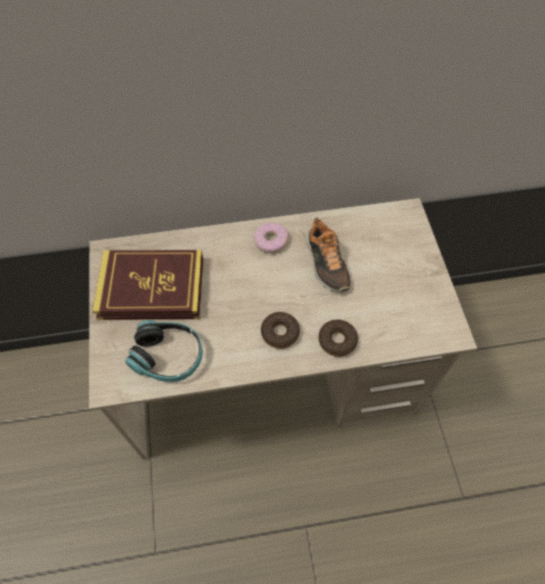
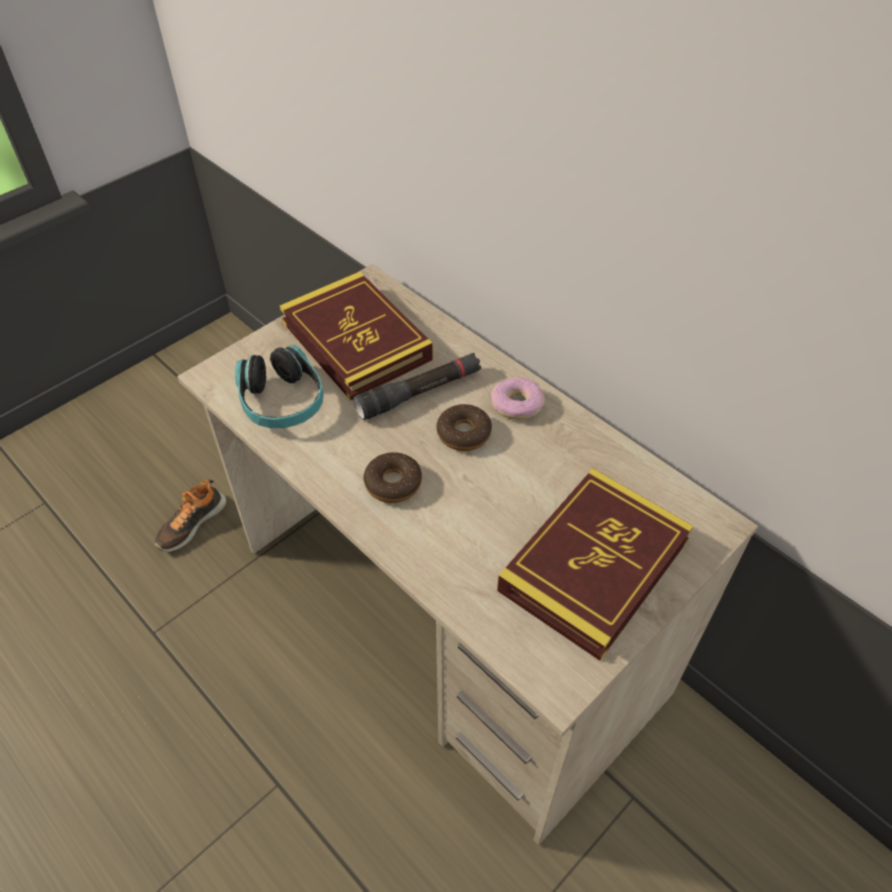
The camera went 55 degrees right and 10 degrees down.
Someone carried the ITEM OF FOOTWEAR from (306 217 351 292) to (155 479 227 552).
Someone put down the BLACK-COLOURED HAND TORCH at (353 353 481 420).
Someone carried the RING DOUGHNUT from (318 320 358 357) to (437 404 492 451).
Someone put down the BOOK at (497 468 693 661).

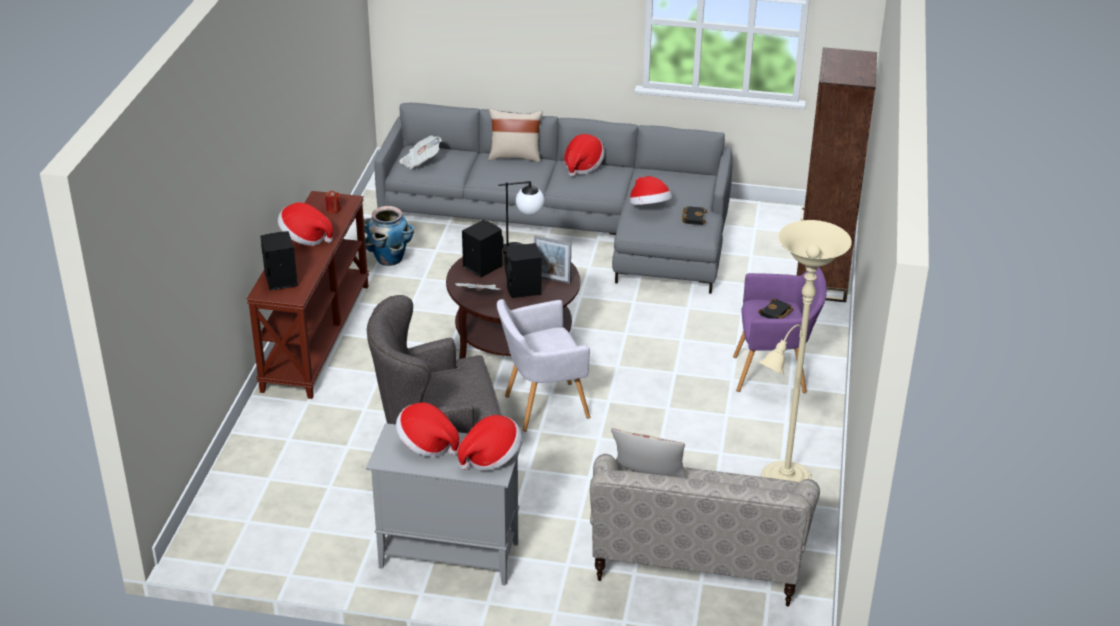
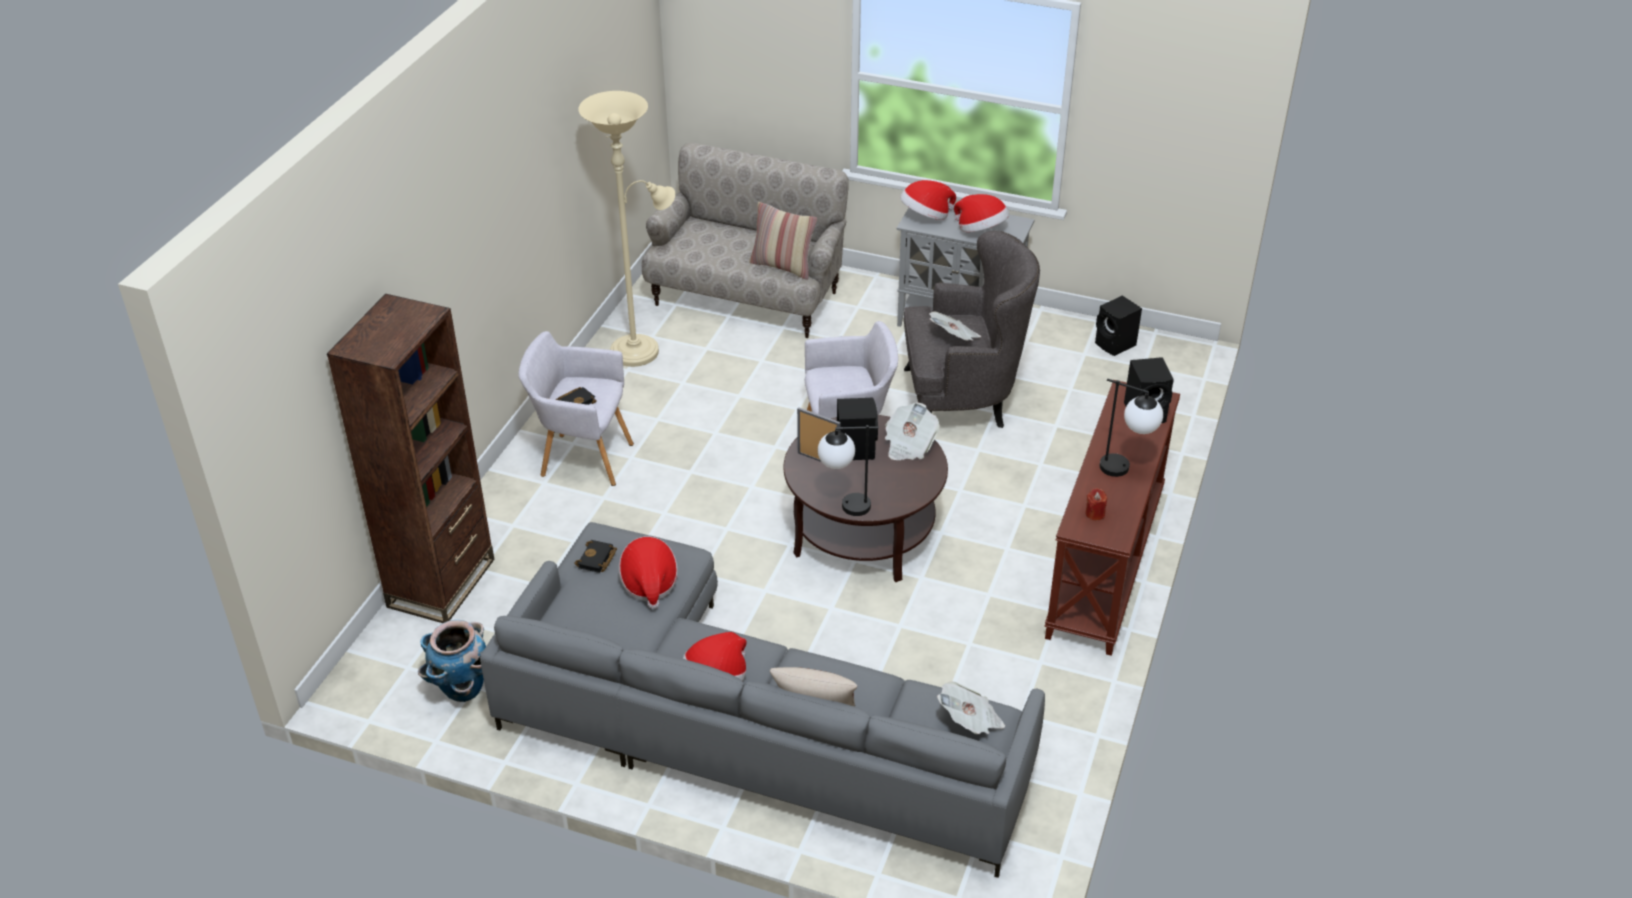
The camera went 170 degrees left and 5 degrees up.
Someone carried the FLOWER POT from (364 206 414 266) to (418 620 486 702).
Someone repainted the PURPLE-COLOURED LOUNGE CHAIR at (733 267 827 393), which became the GREYISH LOUNGE CHAIR at (519 331 634 486).
Someone put down the DAILY PAPER at (929 312 981 341).
Someone carried the BLACK-COLOURED LOUDSPEAKER from (462 220 504 277) to (1095 296 1142 356).
Someone swapped the HAT at (278 203 333 246) for the TABLE LAMP at (1100 378 1163 477).

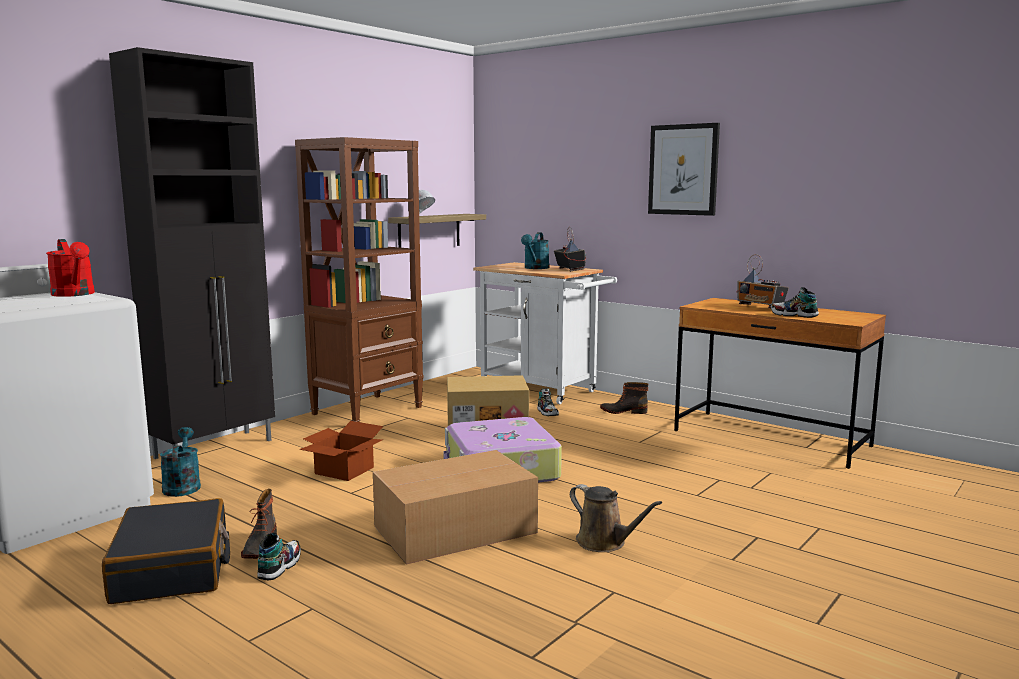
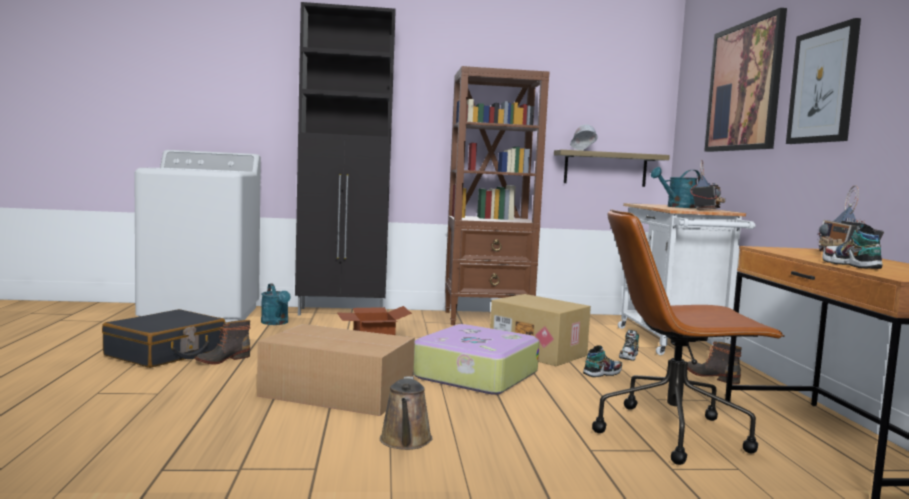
The camera went 45 degrees right and 5 degrees down.
Someone rotated the TURQUOISE WATERING POT at (160 427 201 497) by 120 degrees clockwise.
Someone carried the ITEM OF FOOTWEAR from (257 532 301 580) to (583 345 622 377).
Someone put down the BROWNISH OFFICE CHAIR at (592 209 785 465).
Someone put up the WALL PICTURE at (704 8 787 152).
Someone took away the RED WATERING POT at (46 239 95 297).

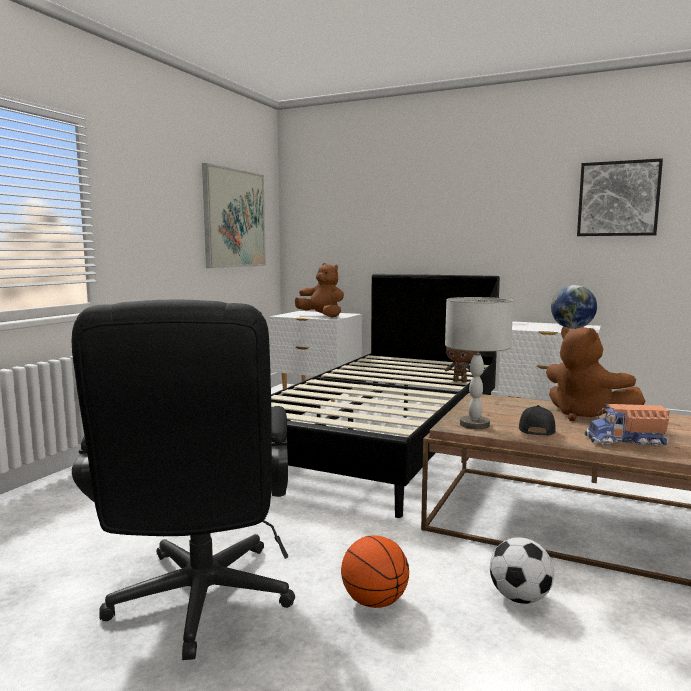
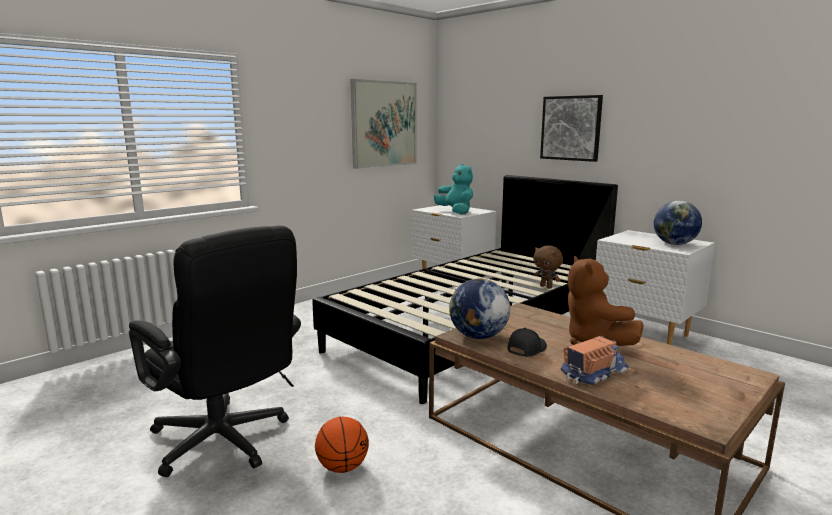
The camera went 20 degrees right and 5 degrees up.
Someone rotated the BLACK-COLOURED OFFICE CHAIR at (72 300 295 660) by 60 degrees counterclockwise.
Someone repainted the BROWNISH SOFT TOY at (295 263 344 317), which became the TURQUOISE SOFT TOY at (434 164 473 215).
Someone swapped the GREYISH TABLE LAMP at (445 297 513 429) for the WORLD GLOBE at (449 279 510 339).
Someone carried the WALL PICTURE from (577 158 663 236) to (540 95 603 162).
Someone rotated the TOY TRUCK at (585 404 670 446) by 120 degrees clockwise.
Someone took away the FOOTBALL at (490 537 554 604).

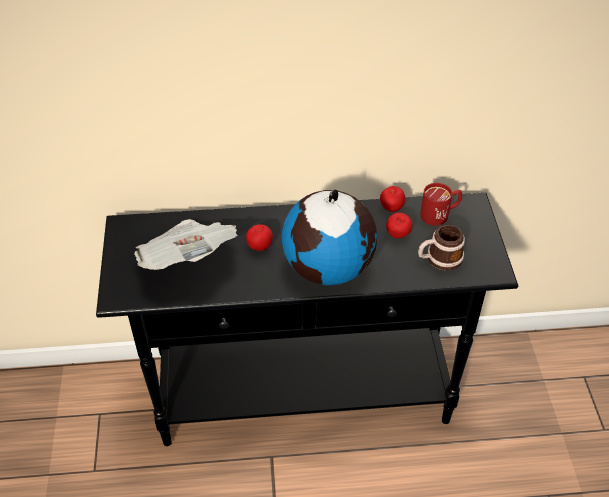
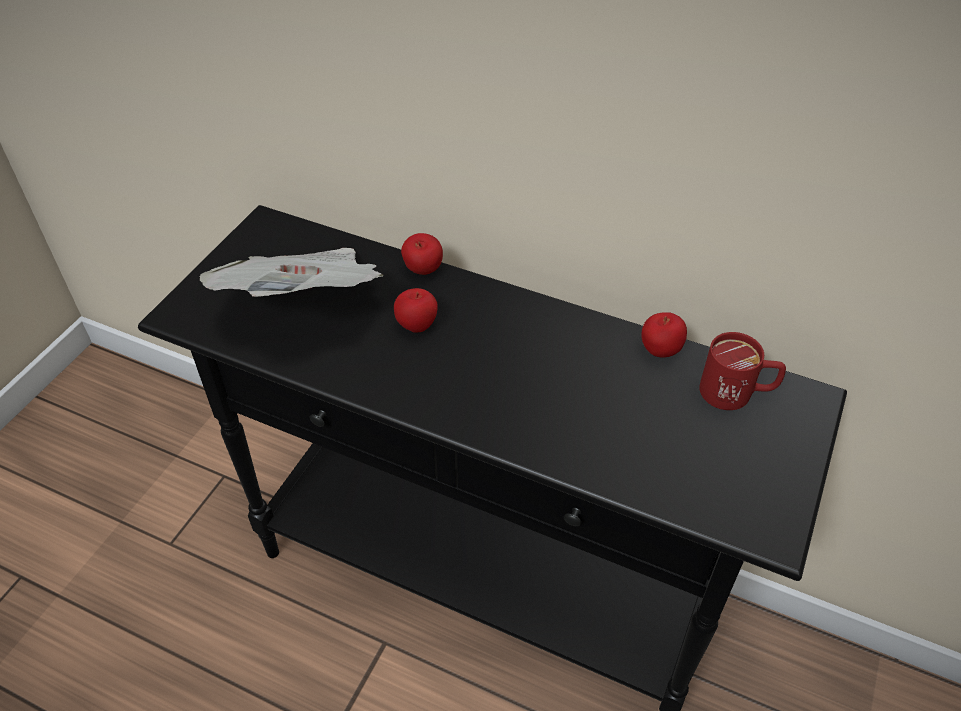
The camera went 30 degrees right and 0 degrees up.
Someone carried the APPLE from (386 212 412 238) to (401 233 443 275).
Someone took away the WORLD GLOBE at (282 189 377 285).
Someone took away the COFFEE MUG at (418 225 465 270).

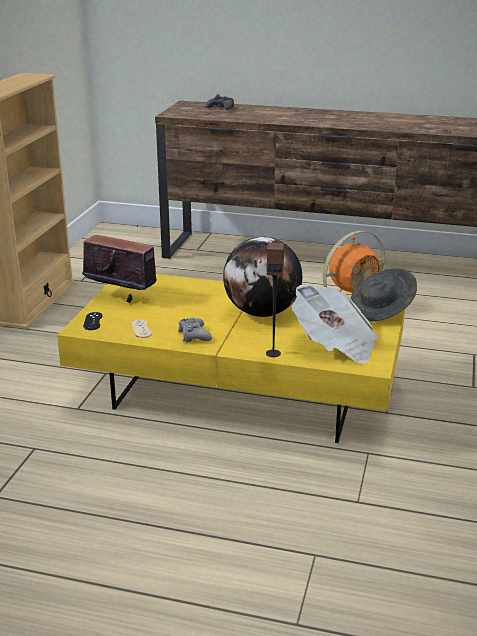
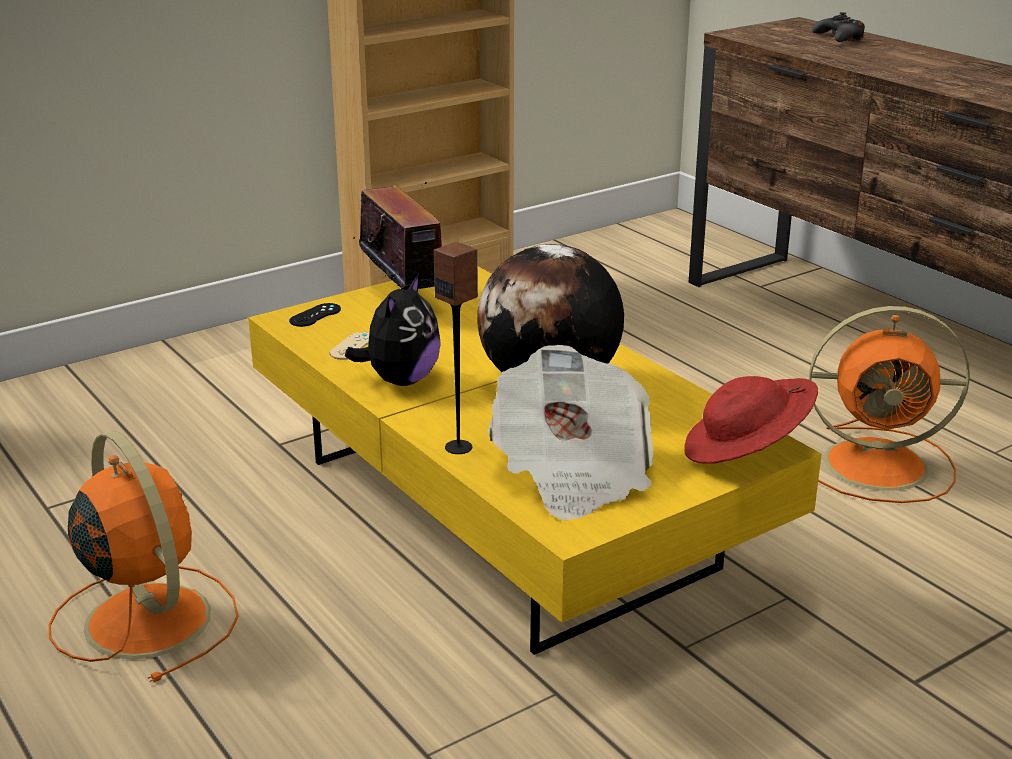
The camera went 40 degrees right and 0 degrees up.
Someone put down the ORANGE-COLOURED FAN at (49 431 239 682).
Someone swapped the GREYISH GAME CONTROLLER at (178 317 212 342) for the SOFT TOY at (345 274 441 386).
Someone repainted the GREYISH HAT at (351 269 417 321), which became the RED HAT at (684 376 818 464).

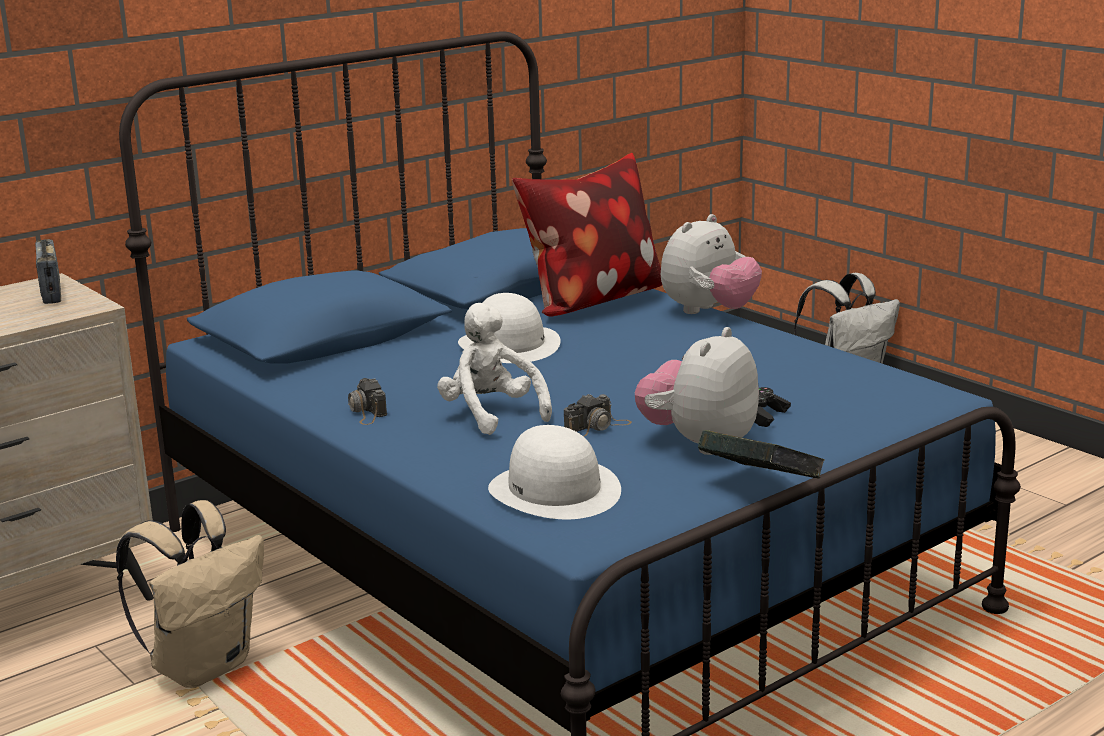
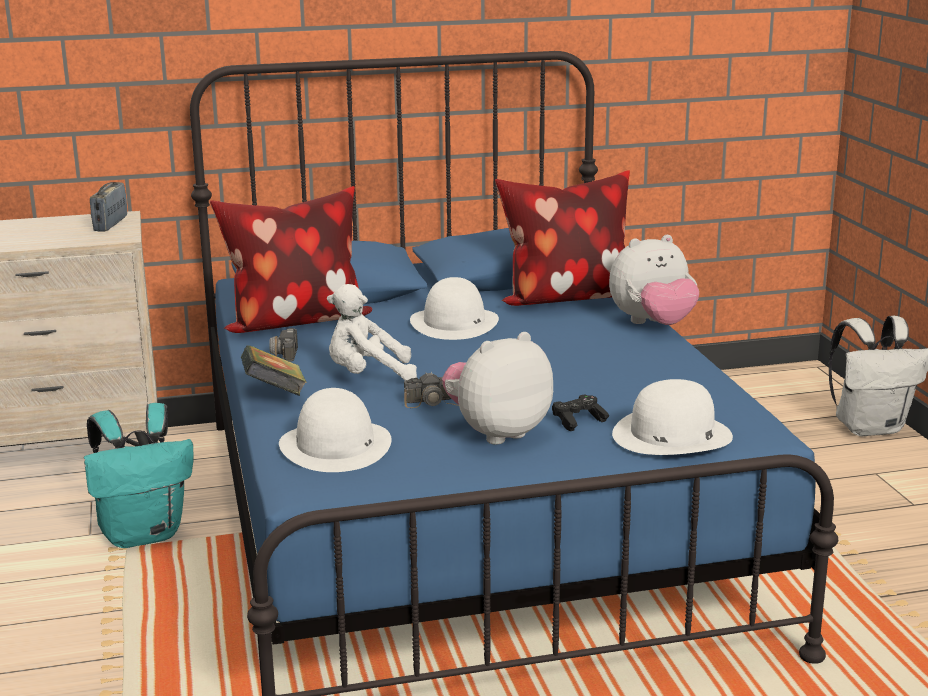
The camera went 25 degrees right and 0 degrees up.
Someone repainted the SAND-COLOURED KNAPSACK at (116 500 264 688), which became the TURQUOISE KNAPSACK at (84 403 193 548).
Someone put down the CUSHION at (210 186 372 333).
Someone carried the BOOK from (698 430 825 479) to (241 345 307 396).
Someone rotated the WHITISH SOFT TOY at (437 303 552 435) by 90 degrees counterclockwise.
Someone put down the WHITISH HAT at (612 379 733 455).

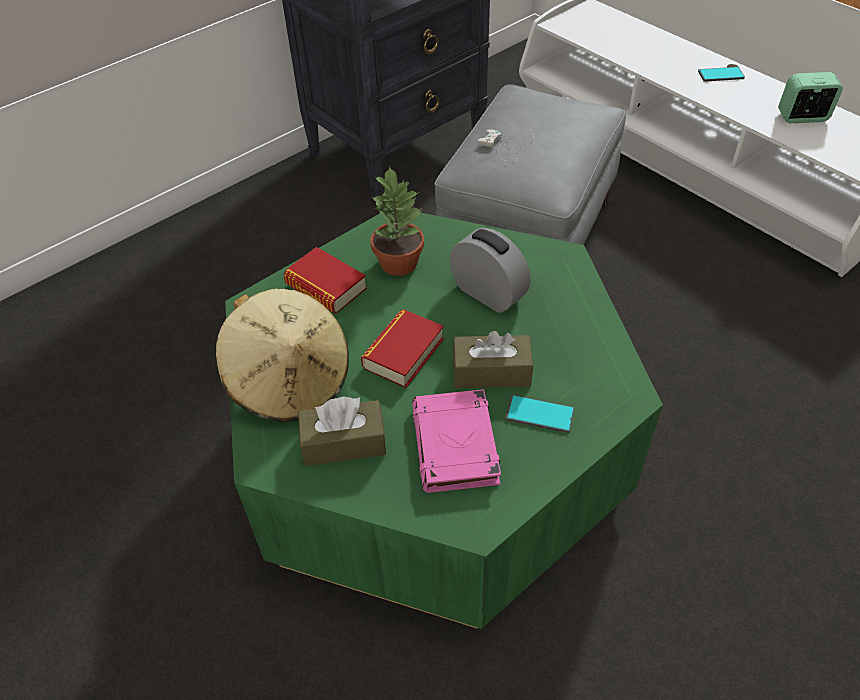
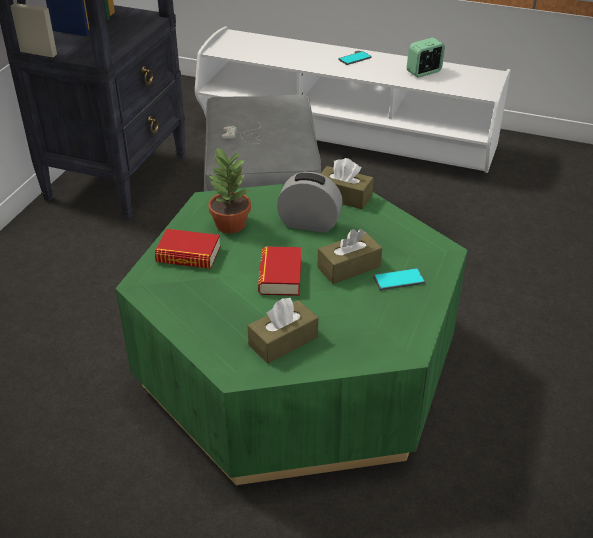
The camera went 30 degrees left and 10 degrees down.
Someone put down the BROWNISH TISSUE BOX at (320 158 374 209).
Someone took away the SAND-COLOURED HAT at (216 288 349 422).
Someone took away the PINK BOOK at (412 389 501 493).

